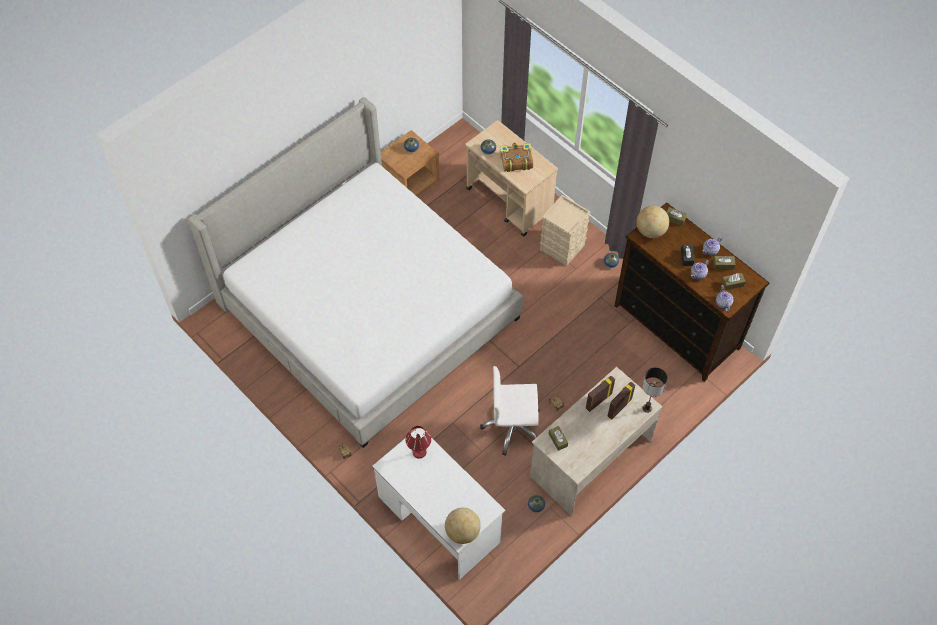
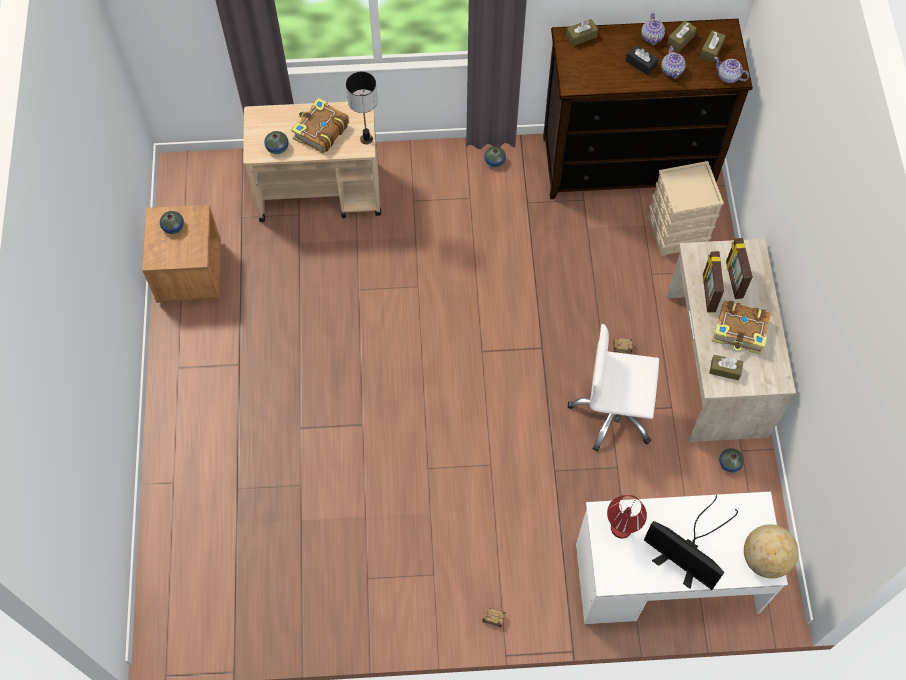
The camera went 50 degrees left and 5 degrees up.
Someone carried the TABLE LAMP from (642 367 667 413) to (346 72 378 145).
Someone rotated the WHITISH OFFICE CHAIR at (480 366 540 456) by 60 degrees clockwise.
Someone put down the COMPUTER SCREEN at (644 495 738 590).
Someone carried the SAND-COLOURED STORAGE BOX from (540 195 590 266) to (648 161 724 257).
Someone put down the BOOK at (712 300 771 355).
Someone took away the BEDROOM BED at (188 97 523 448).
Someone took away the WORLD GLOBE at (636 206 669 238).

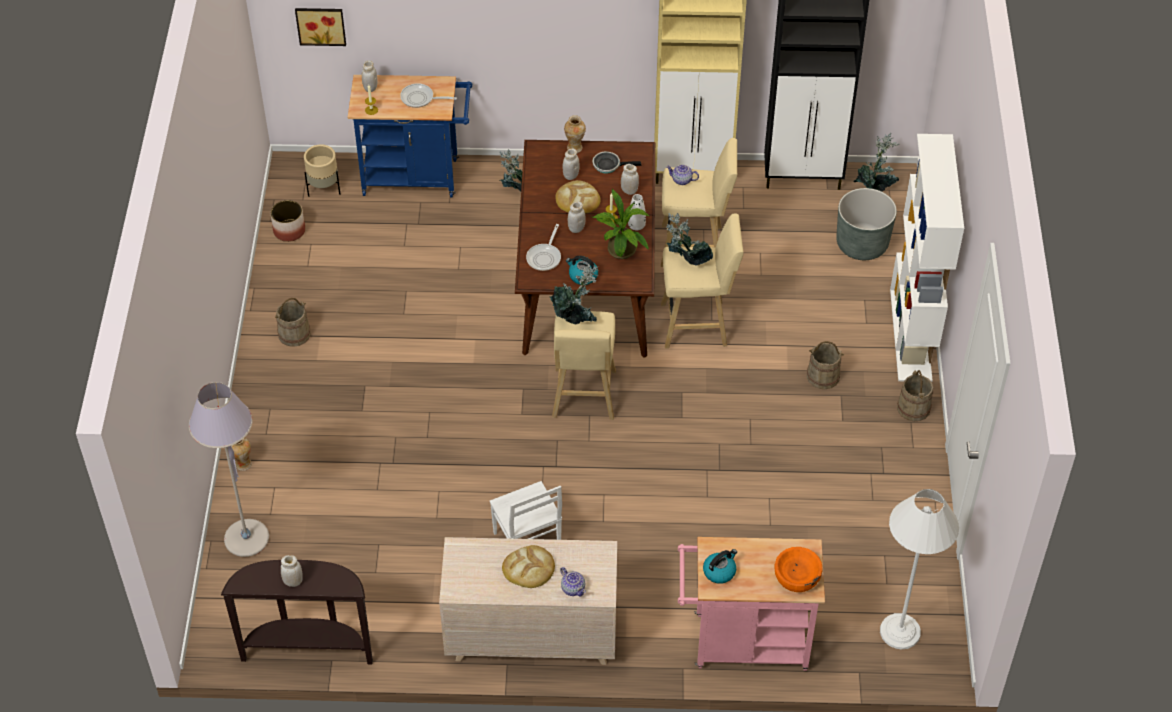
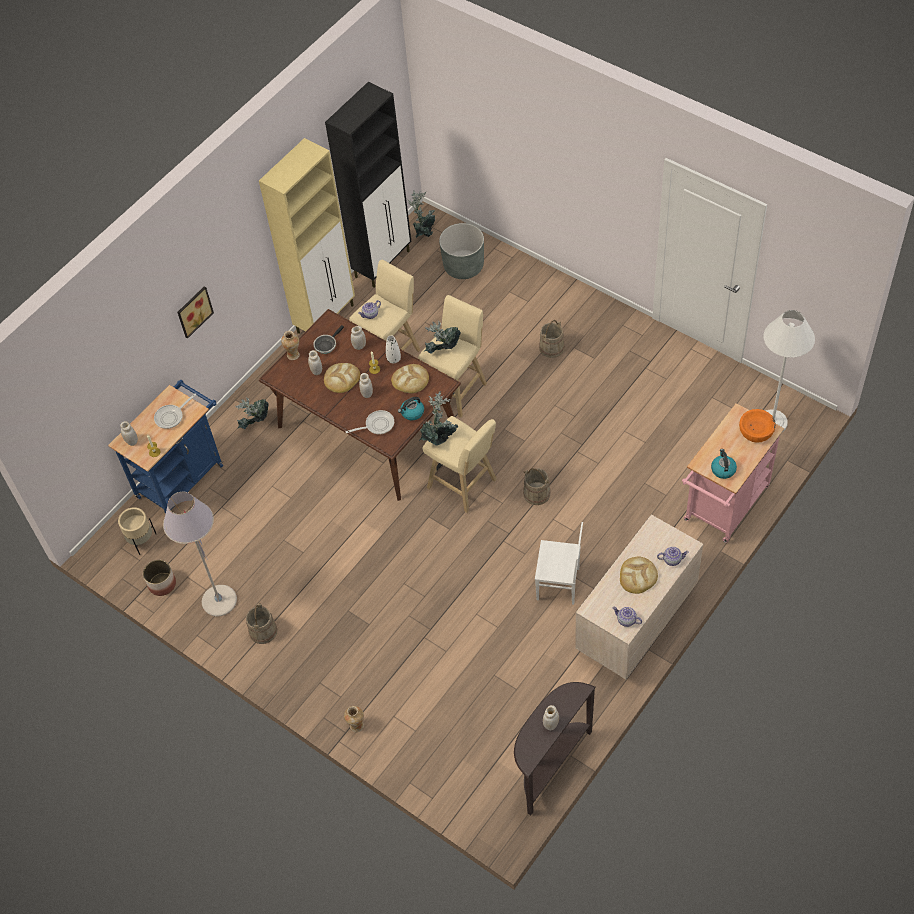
The camera went 50 degrees left and 5 degrees up.
Someone carried the GREYISH STANDING LAMP from (189 382 269 557) to (163 492 237 616).
Someone carried the WALL PICTURE from (295 8 346 46) to (177 286 214 339).
Someone rotated the FRYING PAN at (526 224 561 271) by 75 degrees counterclockwise.
Someone swapped the POTTED PLANT at (593 189 650 259) for the BAKED BREAD at (391 364 429 393).
Someone carried the SAND-COLOURED PAIL from (897 370 933 421) to (523 468 551 505).
Someone put down the TEAPOT at (612 607 642 627).
Someone took away the WHITISH SHELVING UNIT at (890 134 964 382).

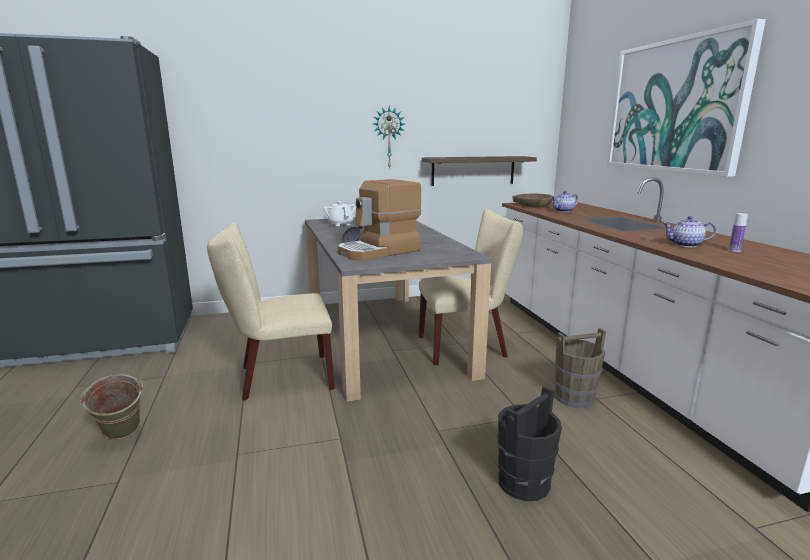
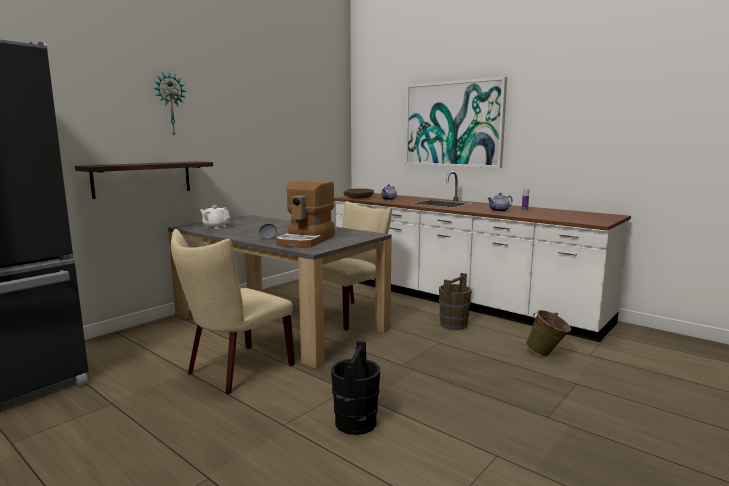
The camera went 35 degrees left and 5 degrees down.
Someone carried the WALL SHELF from (422 156 537 186) to (75 161 213 199).
Someone carried the WALL CLOCK from (373 106 405 170) to (154 72 186 135).
Someone carried the BLACK-COLOURED PAIL from (498 386 562 501) to (331 341 380 435).
Someone carried the GREEN-COLOURED PAIL from (80 374 143 439) to (526 310 571 357).

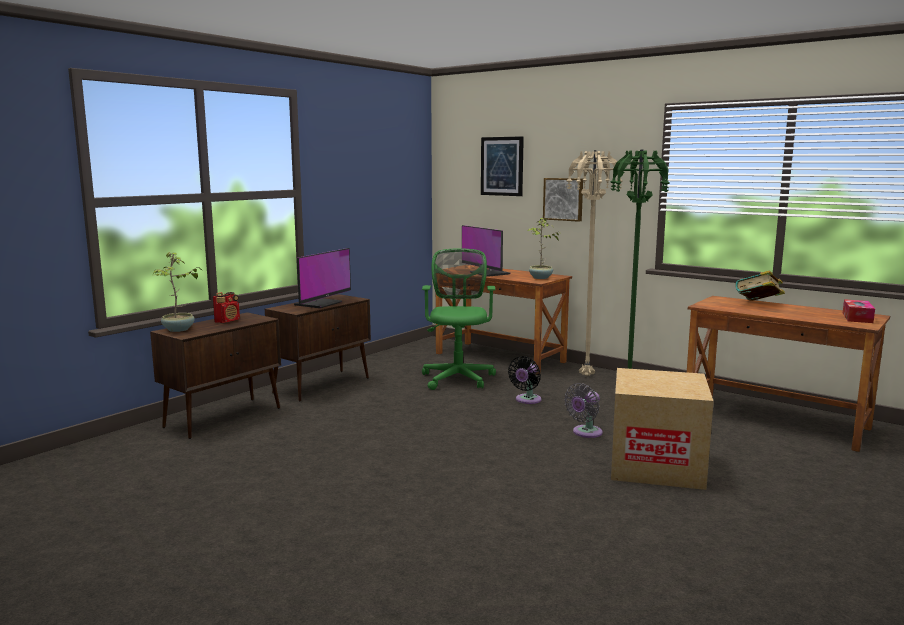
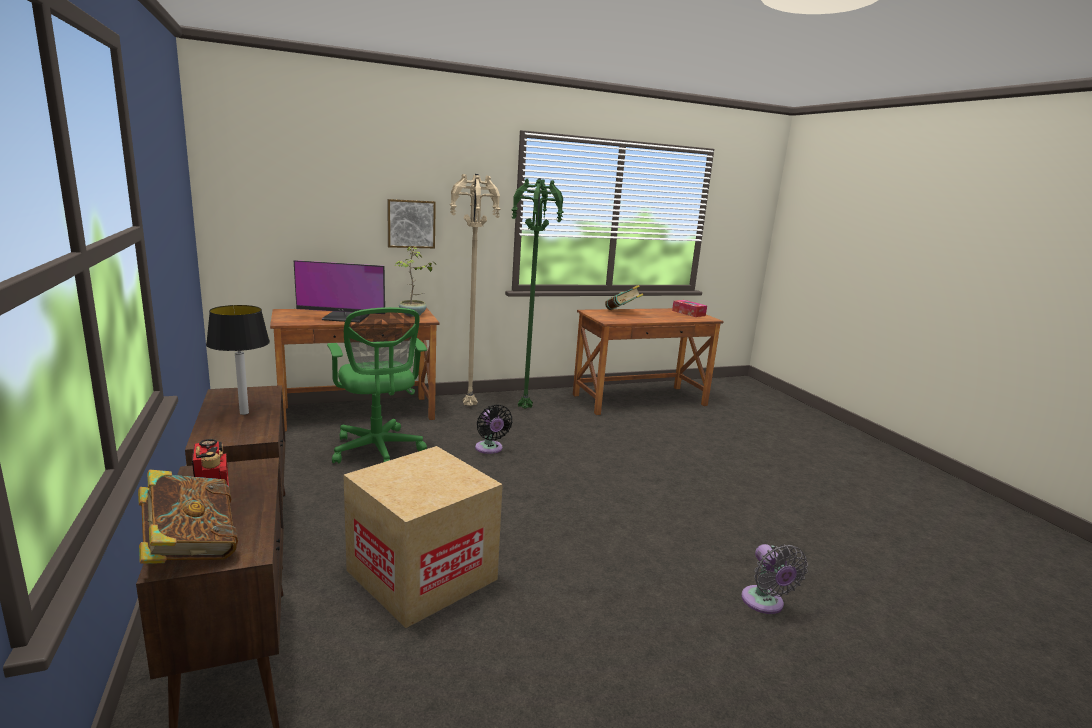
The camera went 60 degrees left and 5 degrees up.
Someone swapped the POTTED PLANT at (153 252 202 332) for the BOOK at (138 469 238 564).
Someone swapped the COMPUTER SCREEN at (294 248 351 308) for the TABLE LAMP at (206 305 270 415).
Someone rotated the GREEN-COLOURED OFFICE CHAIR at (422 248 496 390) by 150 degrees counterclockwise.
Someone carried the CARTON from (611 368 714 490) to (343 446 503 628).
Someone carried the GREYISH FAN from (564 383 603 438) to (741 544 808 614).
Someone took away the WALL PICTURE at (481 136 524 196).

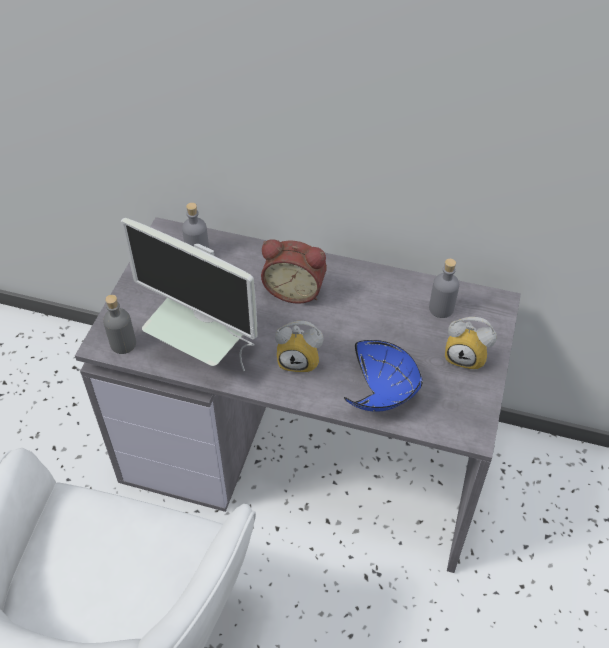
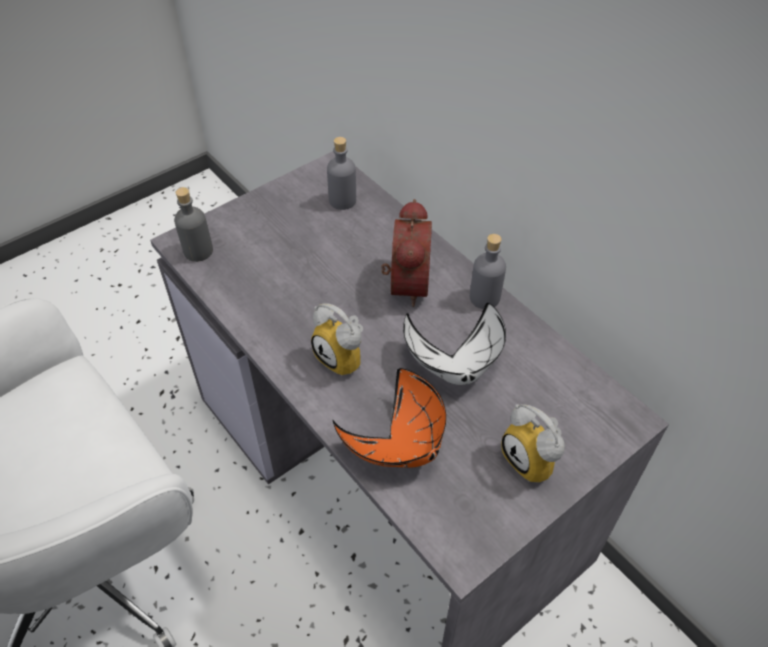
The camera went 35 degrees right and 0 degrees up.
Someone repainted the BLUISH SERVING BOWL at (344 340 423 412), which became the ORANGE-COLOURED SERVING BOWL at (333 368 446 468).
Someone rotated the ALARM CLOCK at (261 239 327 304) by 135 degrees counterclockwise.
Someone put down the WHITISH SERVING BOWL at (403 303 506 385).
Someone carried the GREYISH DRINK BOTTLE from (429 259 459 318) to (470 234 506 309).
Someone took away the COMPUTER SCREEN at (121 218 258 371).

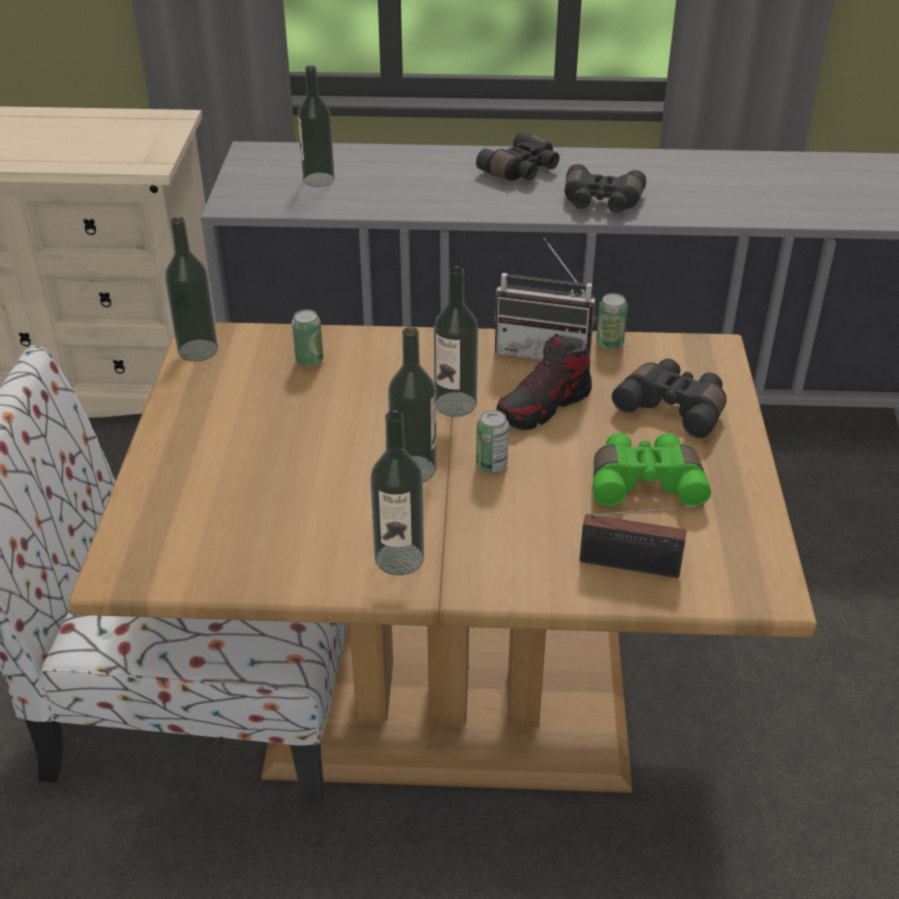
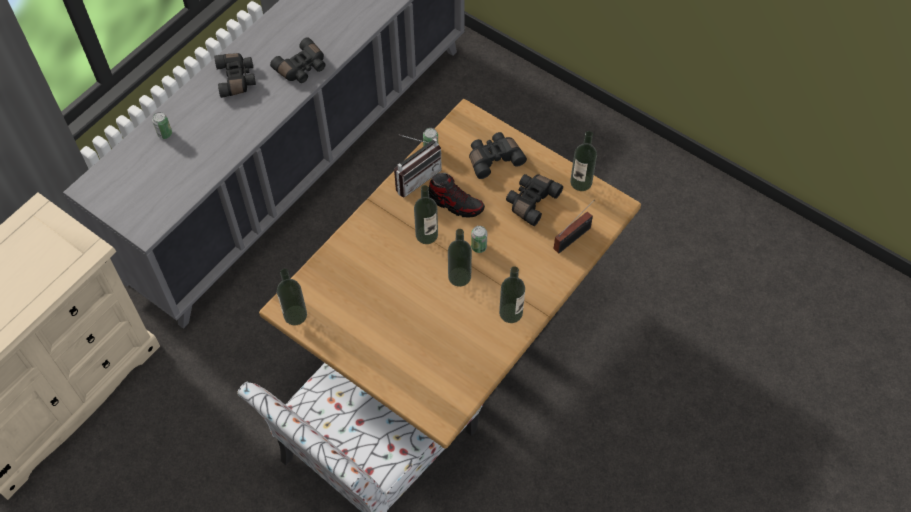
The camera went 55 degrees left and 20 degrees up.
Someone carried the SEALED CAN from (292 309 323 367) to (152 112 172 139).
Someone rotated the ITEM OF FOOTWEAR at (497 334 592 430) by 60 degrees counterclockwise.
Someone repainted the GREEN-COLOURED FIELD GLASSES at (593 433 711 506), which became the BLACK-COLOURED FIELD GLASSES at (506 174 563 226).
Someone carried the DRINK BOTTLE from (298 65 335 187) to (570 131 597 191).

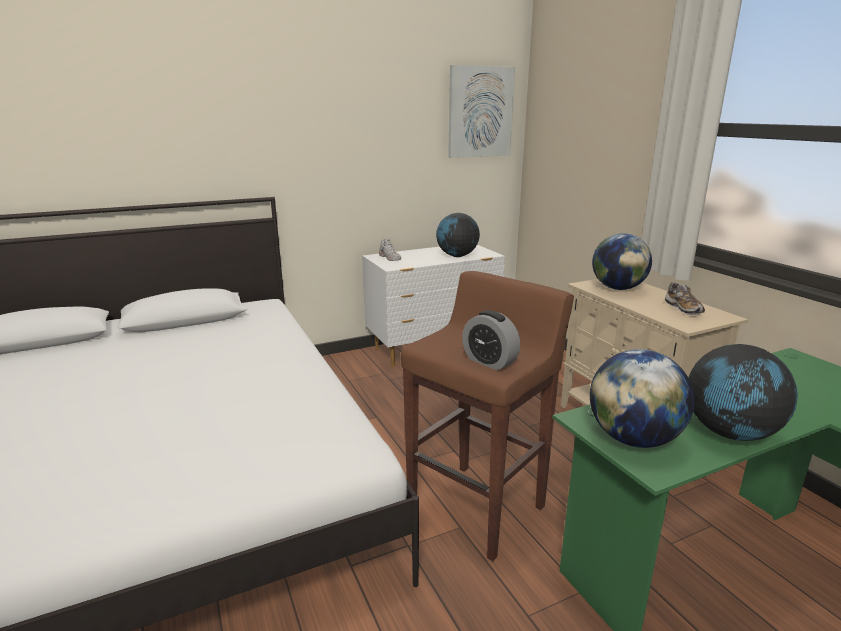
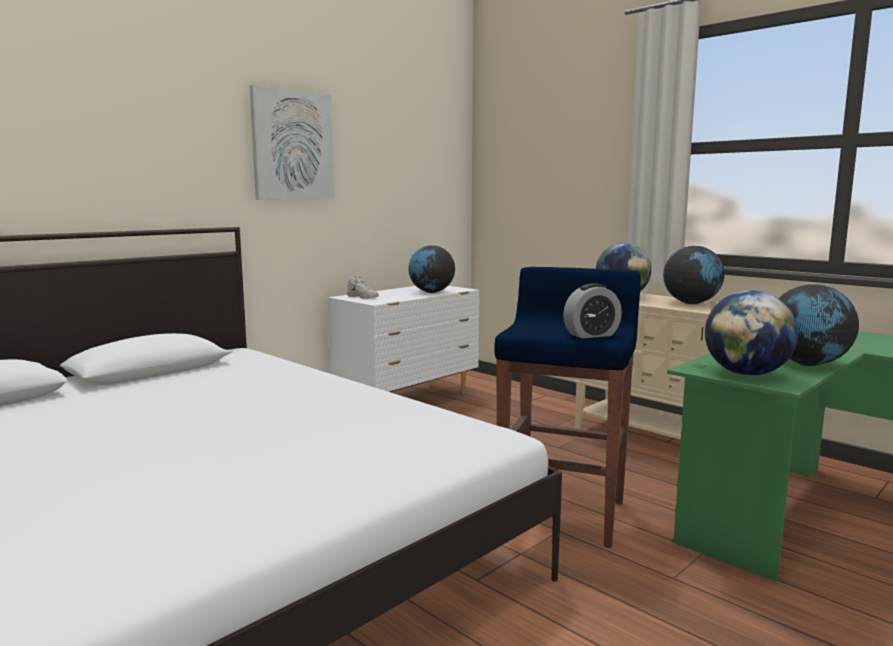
The camera went 20 degrees left and 10 degrees down.
Someone carried the WALL PICTURE from (448 65 515 158) to (250 85 334 200).
Someone repainted the BROWNISH STOOL SEAT at (401 271 574 561), which became the BLUISH STOOL SEAT at (494 267 641 548).
Someone rotated the ALARM CLOCK at (462 310 520 370) by 45 degrees counterclockwise.
Someone swapped the ITEM OF FOOTWEAR at (665 282 705 315) for the WORLD GLOBE at (663 246 725 304).

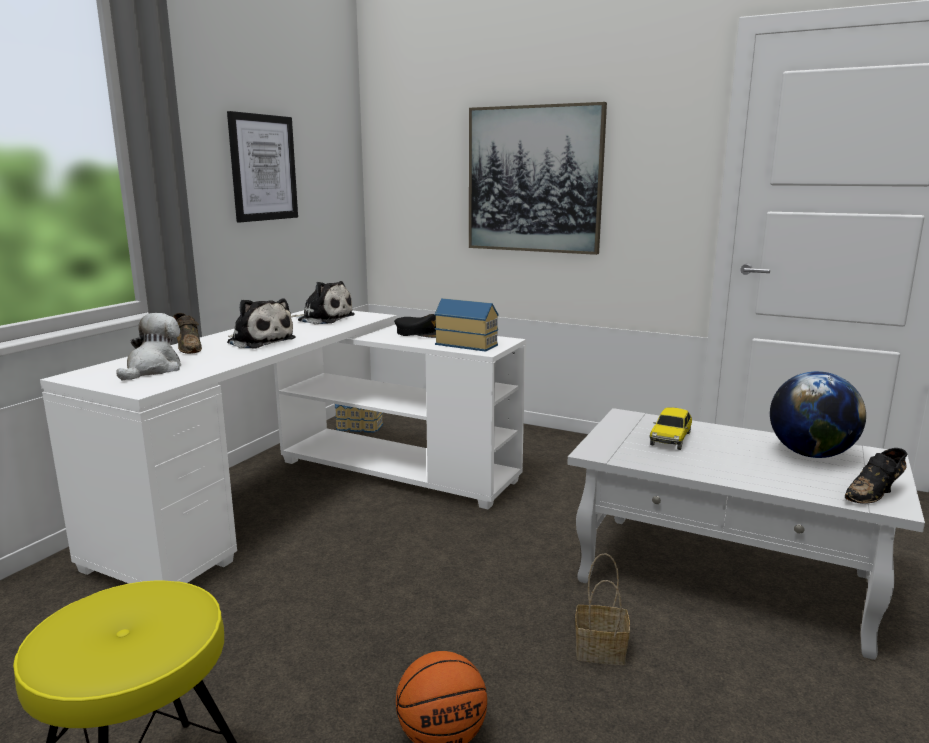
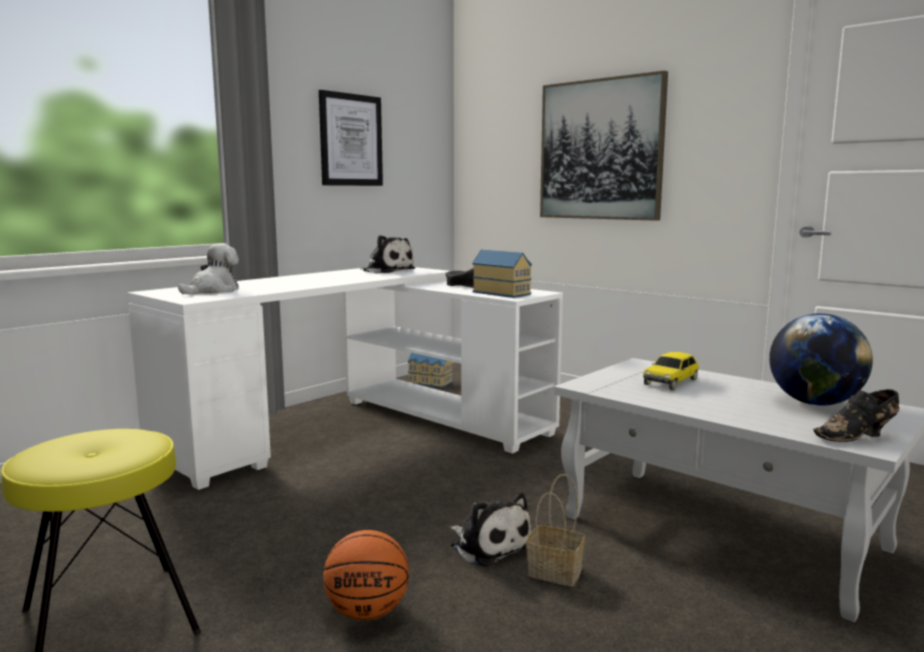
The camera went 15 degrees right and 5 degrees down.
Someone carried the SOFT TOY from (227 298 295 349) to (451 493 531 567).
Someone took away the BROWNISH ITEM OF FOOTWEAR at (173 313 202 354).

